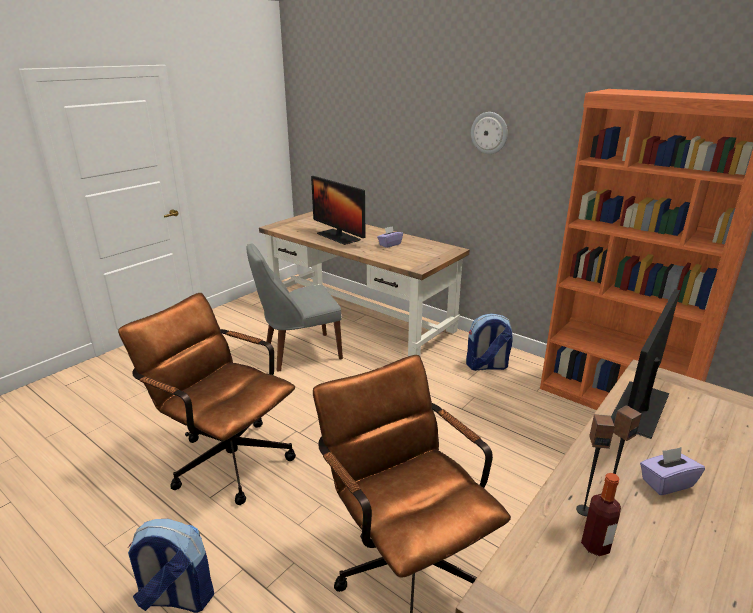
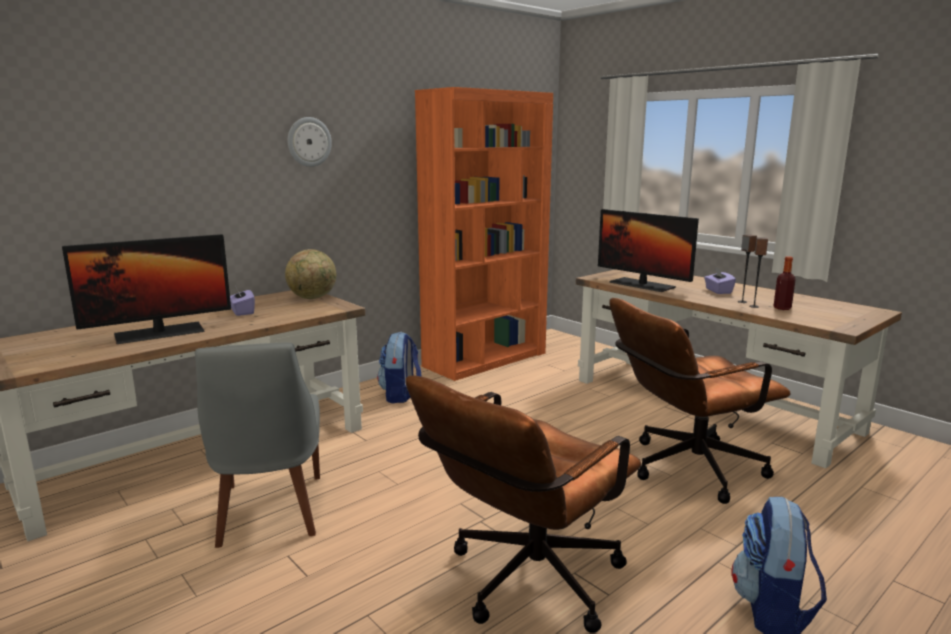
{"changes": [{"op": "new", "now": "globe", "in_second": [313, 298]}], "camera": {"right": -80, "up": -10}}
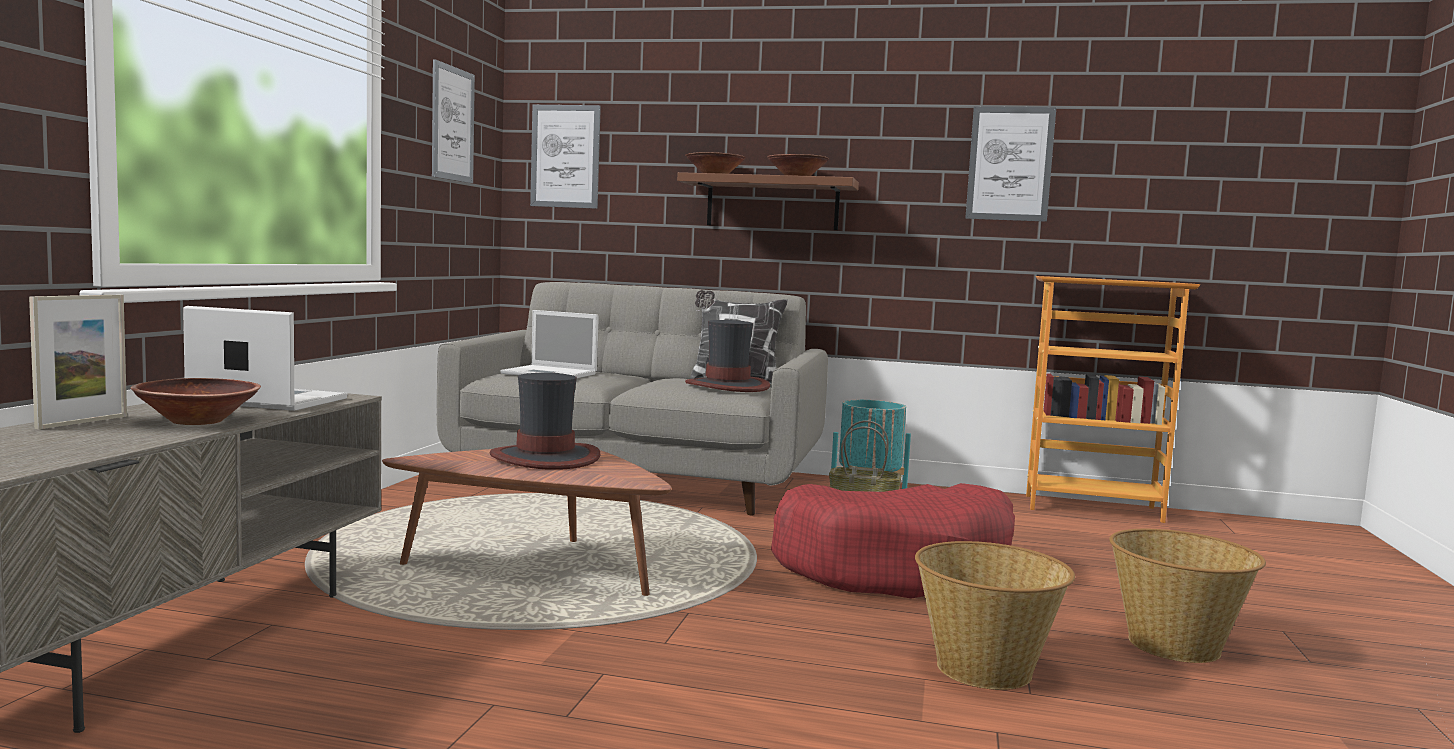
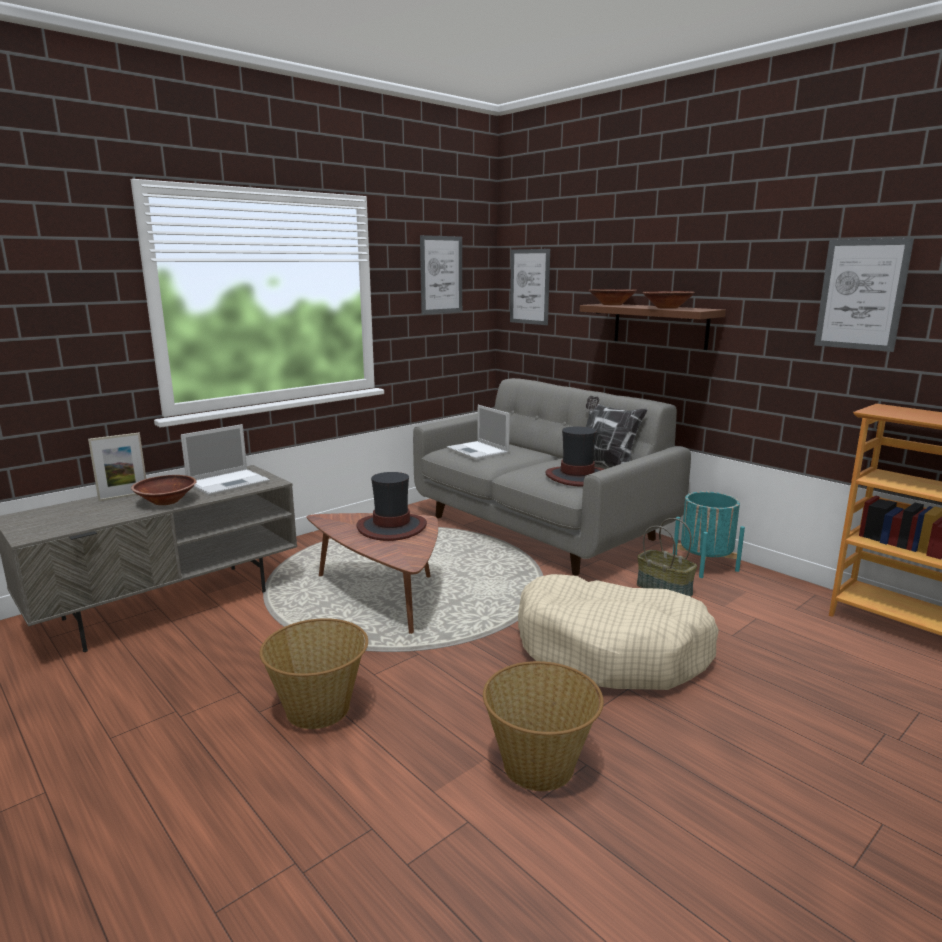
{"changes": [{"op": "rotated", "was": "portable computer", "in_first": [265, 400], "in_second": [229, 482], "clockwise": 90}, {"op": "shifted", "was": "basket", "in_first": [1175, 645], "in_second": [319, 709]}, {"op": "repainted", "was": "red dog bed", "now": "beige-coloured dog bed", "in_first": [896, 568], "in_second": [611, 651]}], "camera": {"right": 35, "up": 10}}
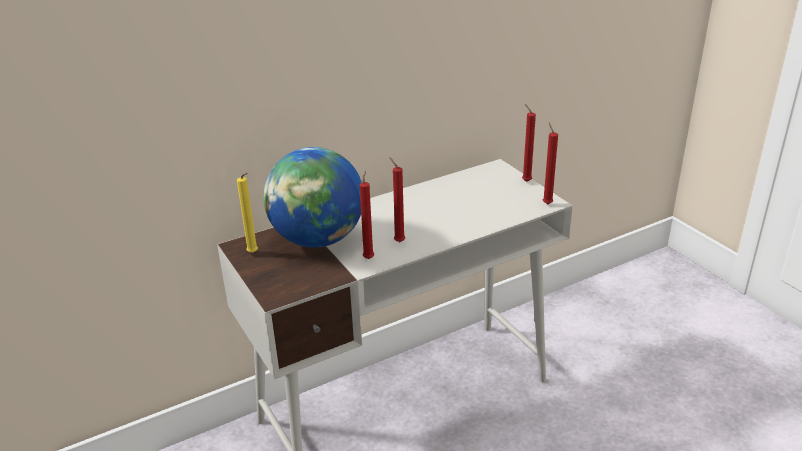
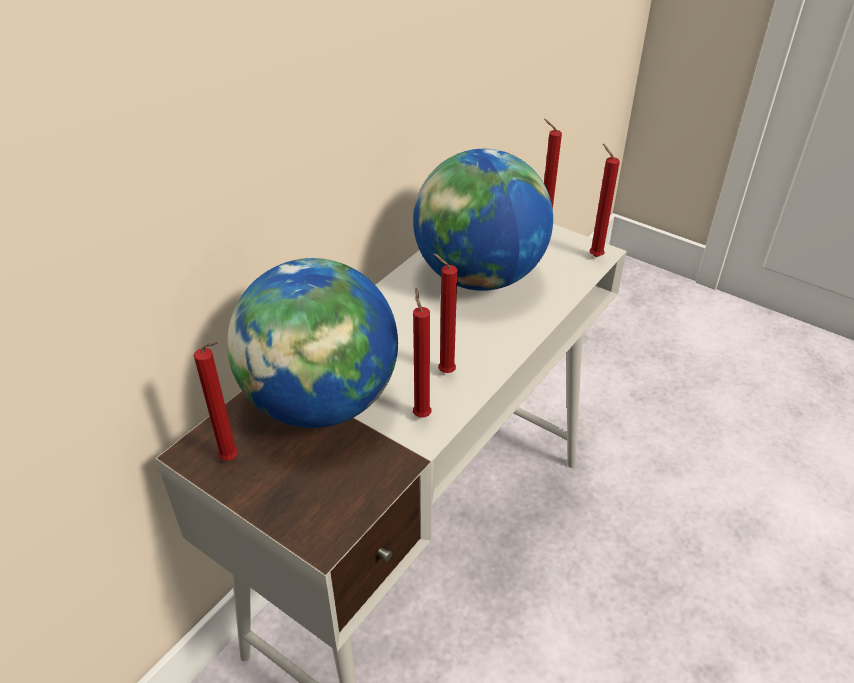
{"changes": [{"op": "repainted", "was": "yellow-coloured wax light", "now": "red wax light", "in_first": [254, 253], "in_second": [232, 459]}, {"op": "new", "now": "globe", "in_second": [479, 277]}], "camera": {"right": -25, "up": 10}}
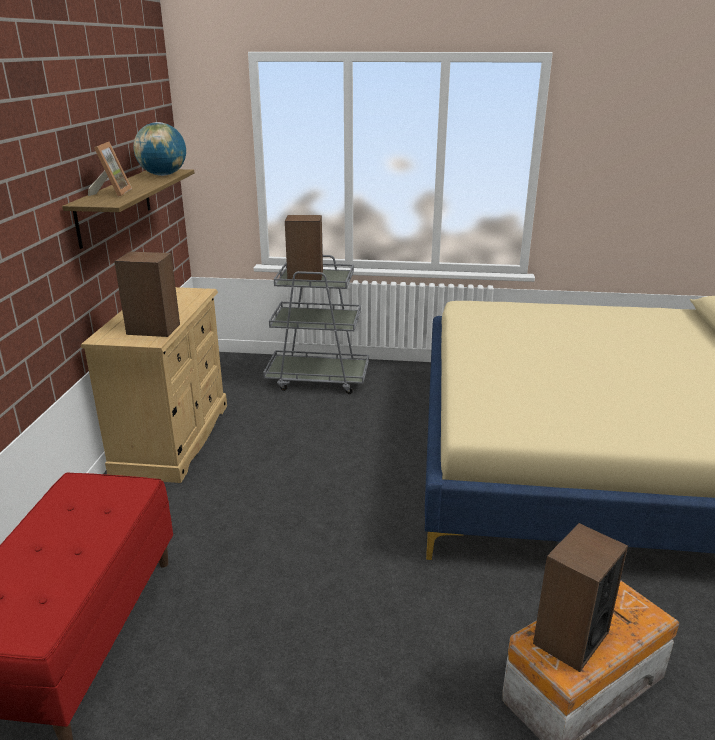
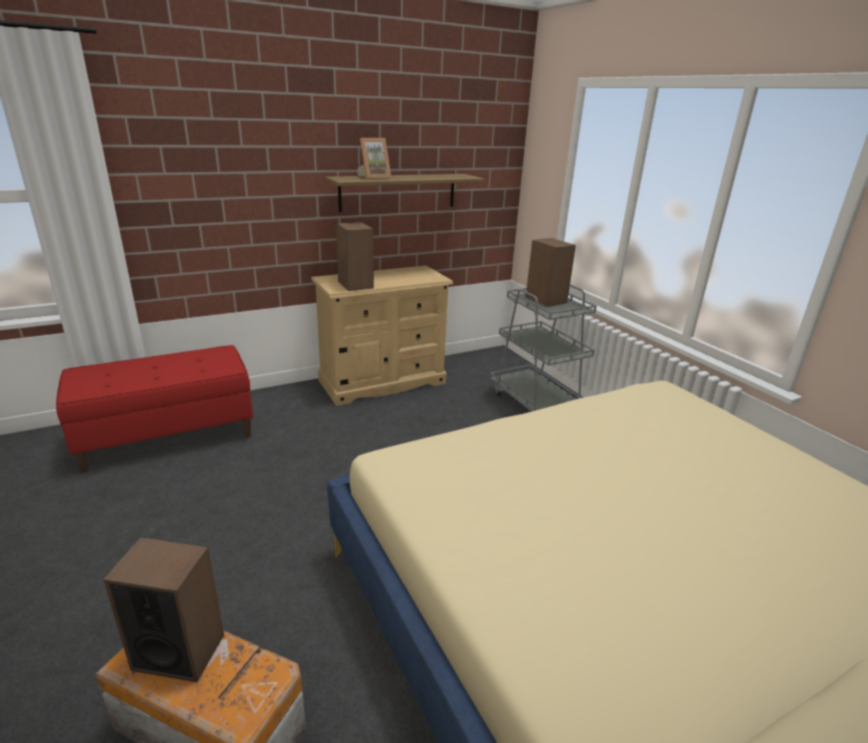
{"changes": [{"op": "gone", "was": "globe", "in_first": [163, 175]}], "camera": {"right": 55, "up": 0}}
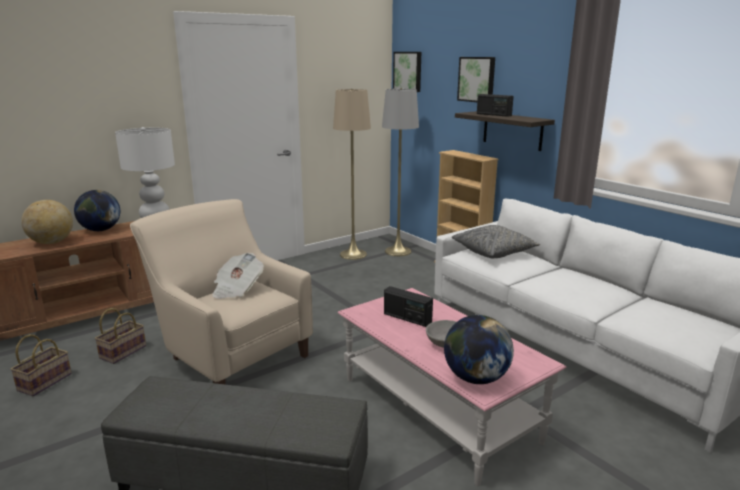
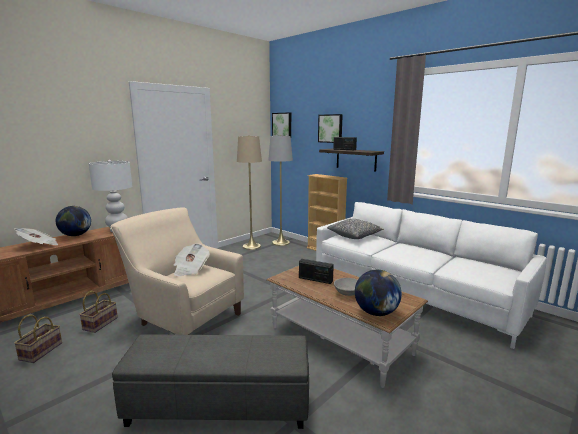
{"changes": [{"op": "swapped", "was": "globe", "now": "printed paper", "in_first": [52, 242], "in_second": [39, 245]}, {"op": "repainted", "was": "pink low table", "now": "brownish low table", "in_first": [437, 409], "in_second": [339, 340]}], "camera": {"right": -10, "up": -5}}
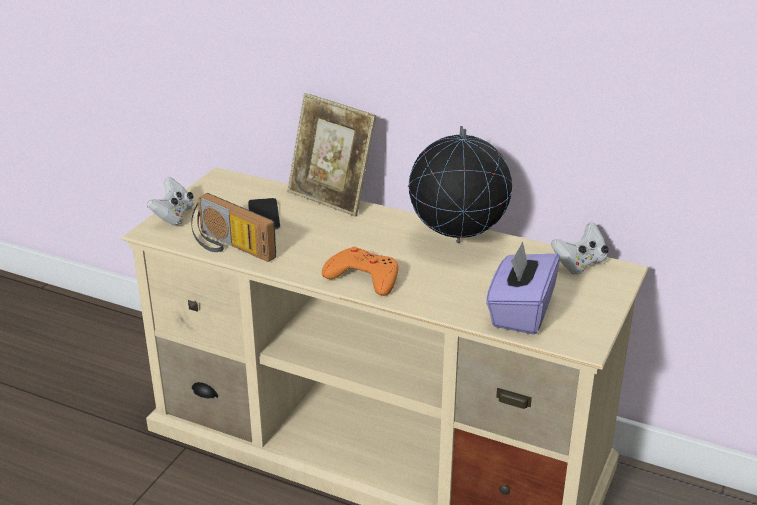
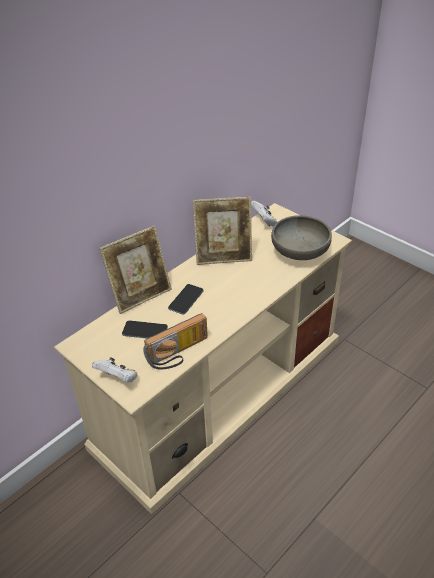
{"changes": [{"op": "new", "now": "handset", "in_second": [186, 299]}, {"op": "swapped", "was": "globe", "now": "standing frame", "in_first": [457, 243], "in_second": [223, 256]}, {"op": "swapped", "was": "purple box of tissues", "now": "grey bowl", "in_first": [520, 312], "in_second": [300, 251]}, {"op": "gone", "was": "orange joypad", "in_first": [363, 277]}], "camera": {"right": -70, "up": 10}}
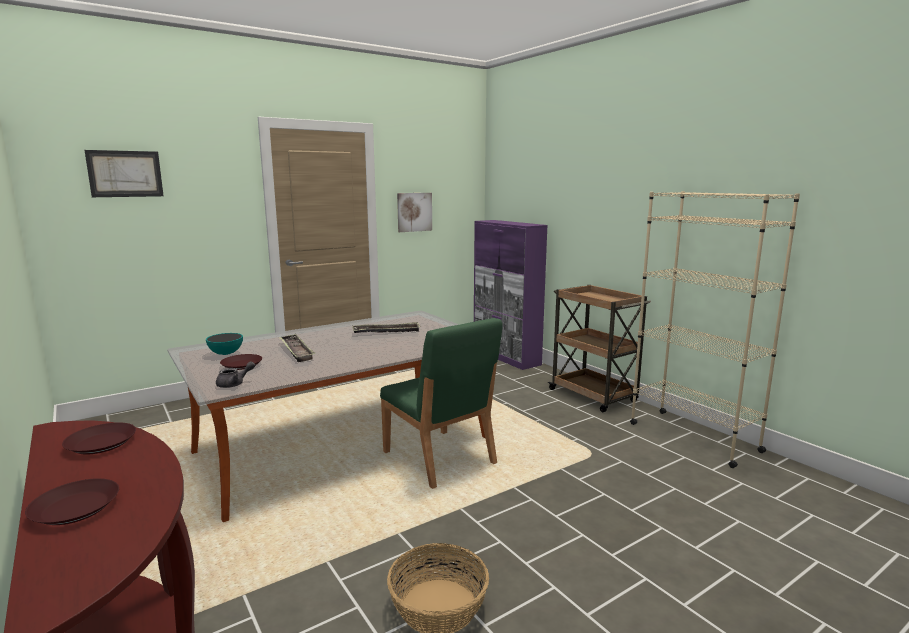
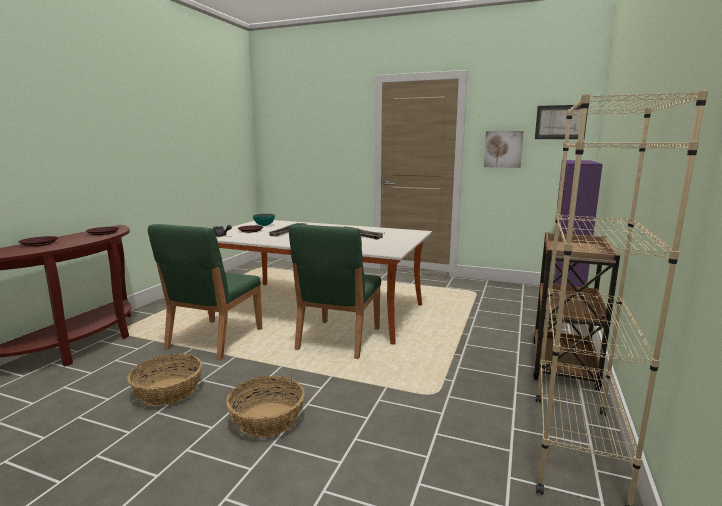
{"changes": [{"op": "new", "now": "greenish plain chair", "in_second": [214, 339]}, {"op": "new", "now": "basket", "in_second": [268, 419]}, {"op": "shifted", "was": "picture", "in_first": [125, 174], "in_second": [560, 122]}], "camera": {"right": 55, "up": 0}}
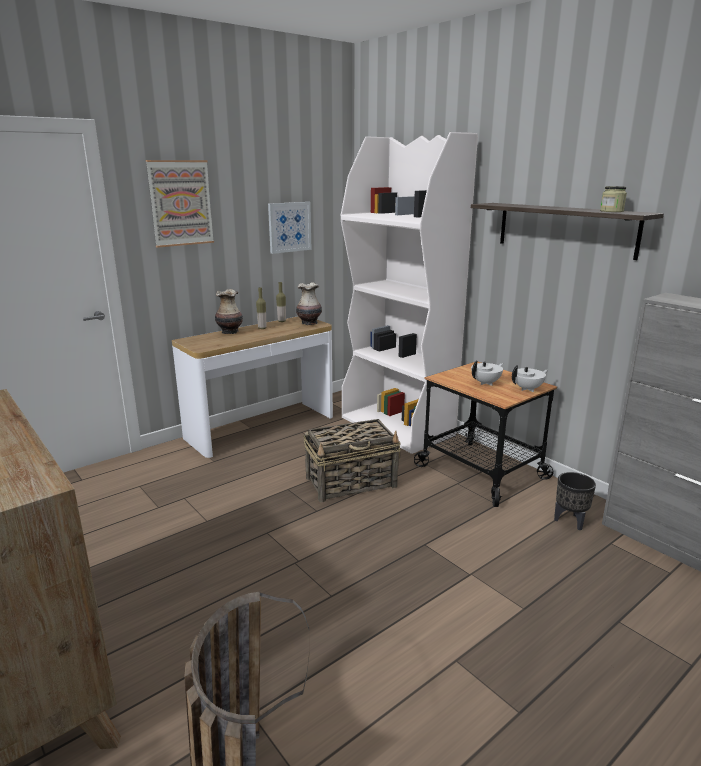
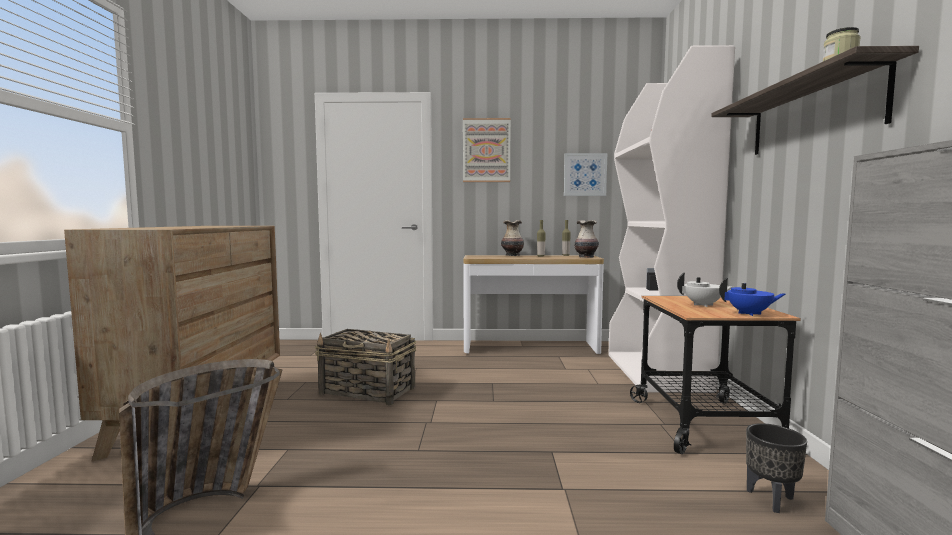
{"changes": [{"op": "shifted", "was": "basket", "in_first": [352, 482], "in_second": [368, 391]}, {"op": "repainted", "was": "white-coloured tea pot", "now": "bluish tea pot", "in_first": [528, 389], "in_second": [750, 314]}], "camera": {"right": 40, "up": -15}}
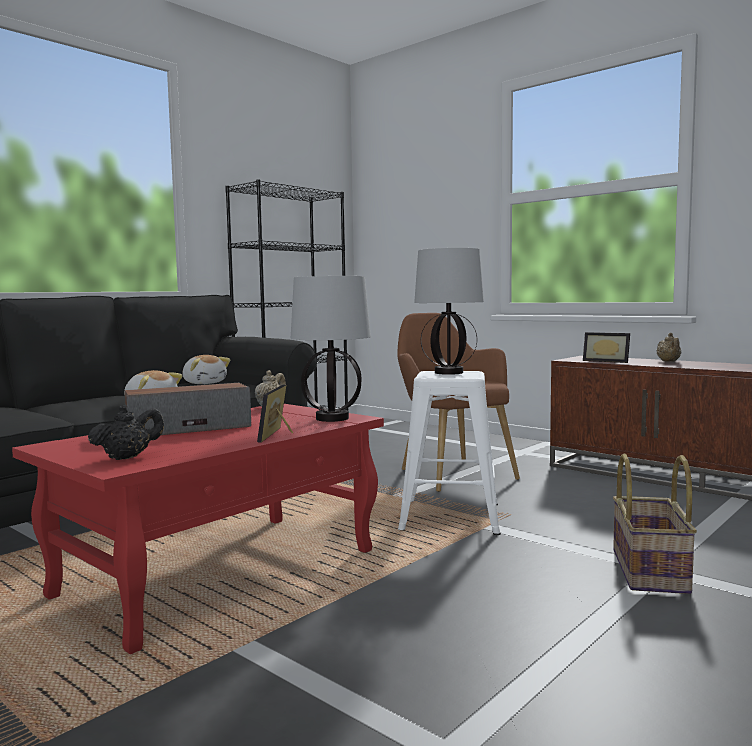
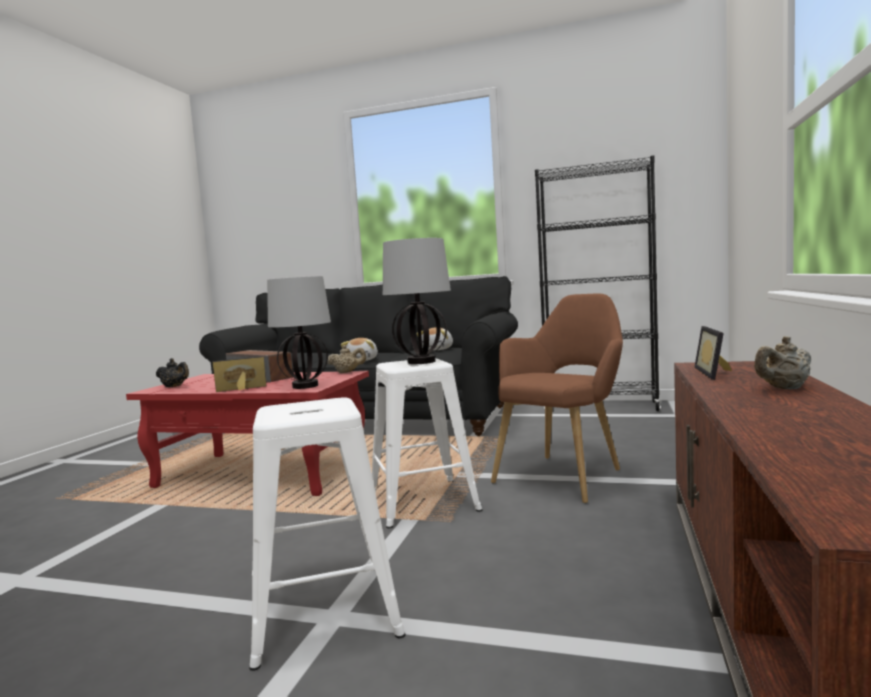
{"changes": [{"op": "swapped", "was": "basket", "now": "white-coloured sitting stool", "in_first": [651, 571], "in_second": [323, 613]}], "camera": {"right": 65, "up": 0}}
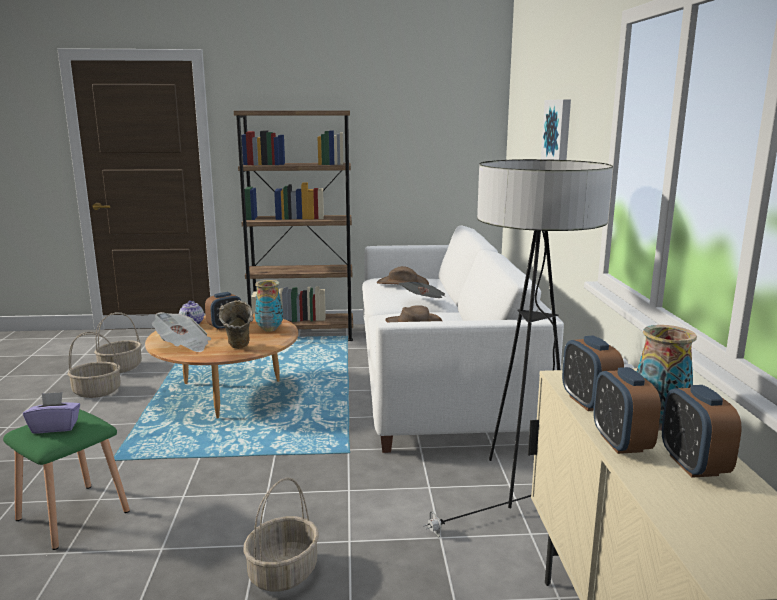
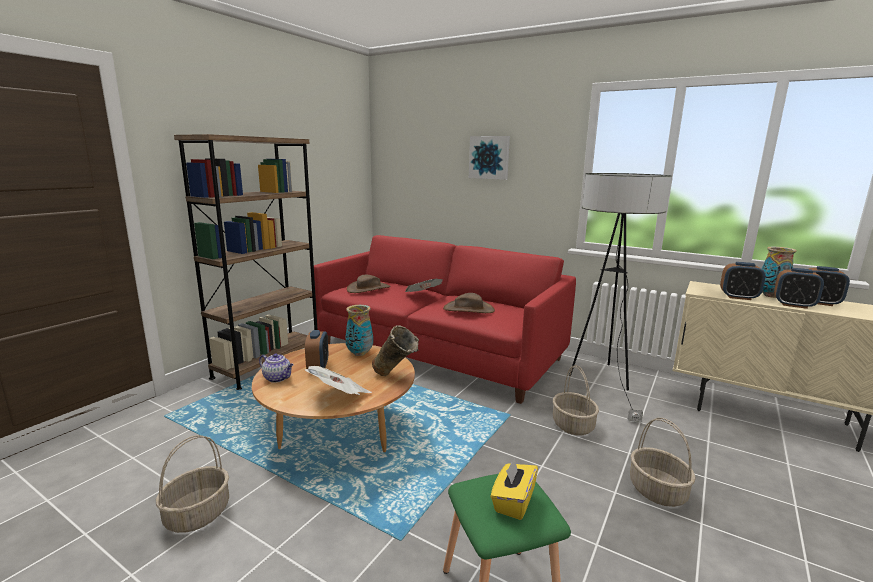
{"changes": [{"op": "repainted", "was": "white-coloured couch", "now": "red couch", "in_first": [440, 380], "in_second": [438, 351]}, {"op": "repainted", "was": "purple box of tissues", "now": "yellow-coloured box of tissues", "in_first": [55, 427], "in_second": [513, 502]}, {"op": "shifted", "was": "basket", "in_first": [120, 368], "in_second": [573, 426]}], "camera": {"right": -55, "up": 0}}
